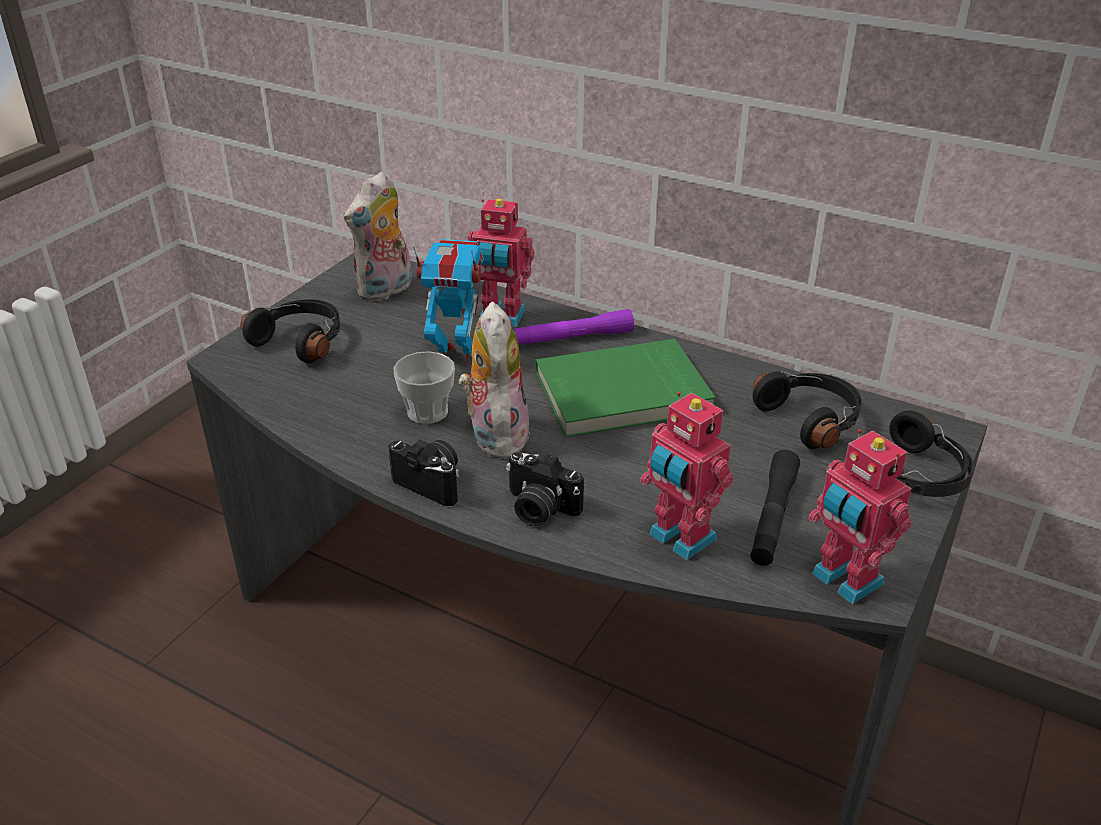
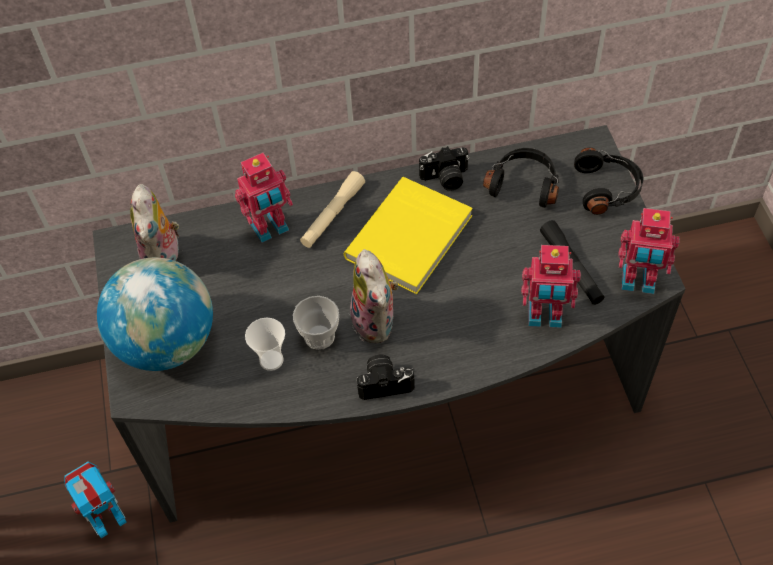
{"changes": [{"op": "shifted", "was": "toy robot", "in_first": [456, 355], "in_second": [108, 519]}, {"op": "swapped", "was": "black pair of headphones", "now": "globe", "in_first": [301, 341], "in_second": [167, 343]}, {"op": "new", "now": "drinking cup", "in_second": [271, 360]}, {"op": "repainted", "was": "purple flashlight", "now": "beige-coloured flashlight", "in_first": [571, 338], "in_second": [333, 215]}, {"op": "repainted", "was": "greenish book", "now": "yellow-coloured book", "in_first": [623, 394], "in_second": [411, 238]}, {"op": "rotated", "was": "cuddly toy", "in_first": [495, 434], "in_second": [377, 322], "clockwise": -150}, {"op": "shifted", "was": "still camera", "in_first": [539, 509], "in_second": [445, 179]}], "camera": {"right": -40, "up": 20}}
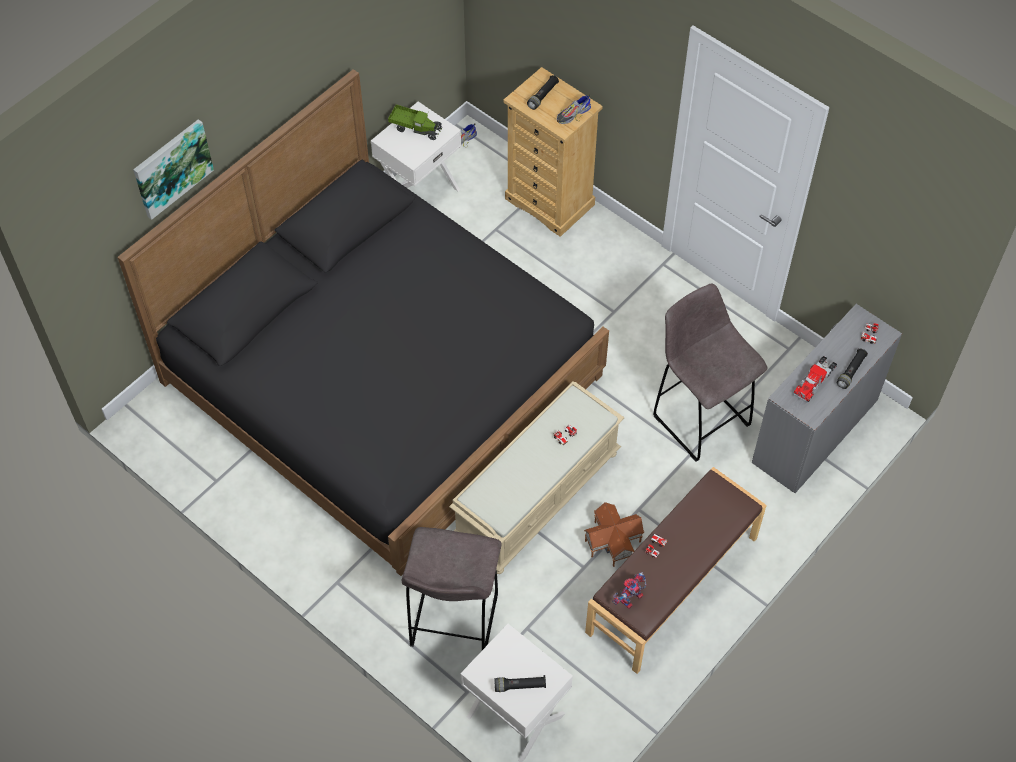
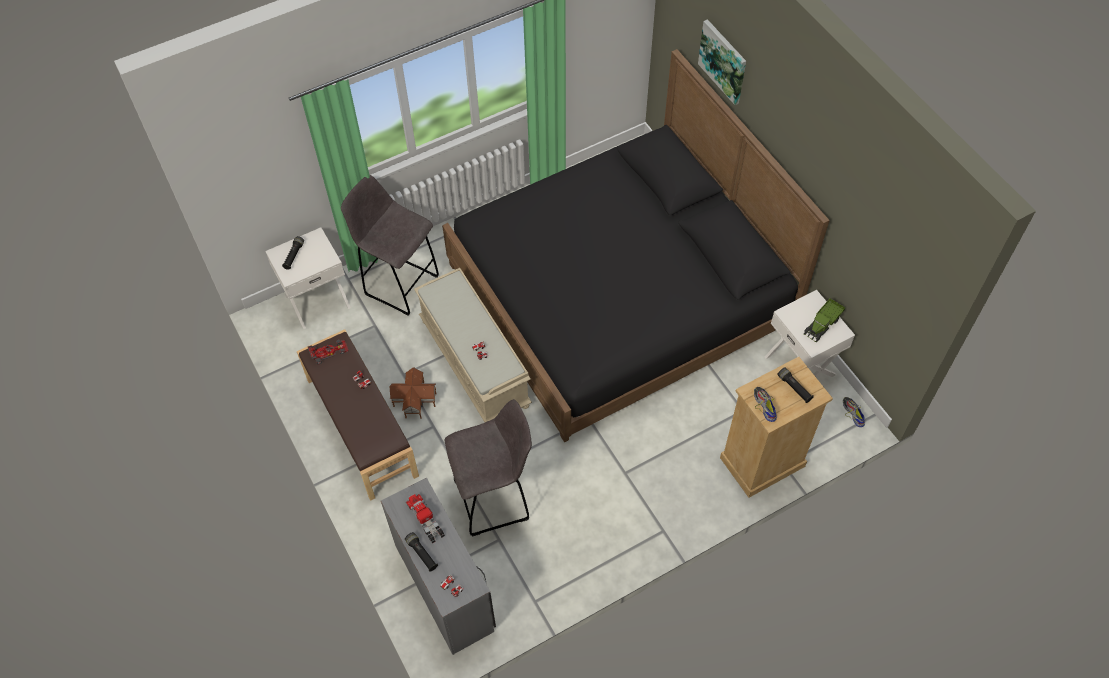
{"changes": [{"op": "swapped", "was": "toy robot", "now": "toy car", "in_first": [631, 601], "in_second": [329, 352]}], "camera": {"right": 110, "up": 0}}
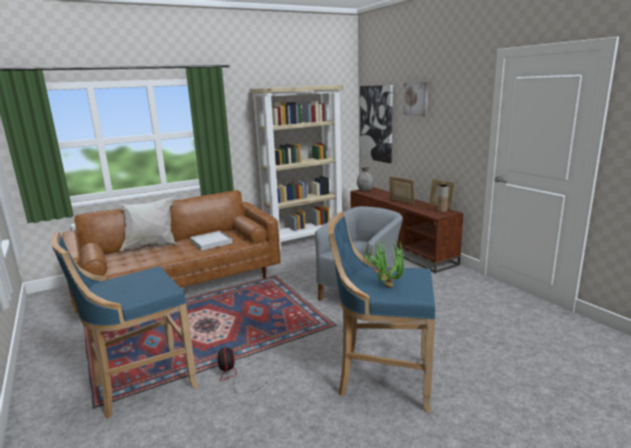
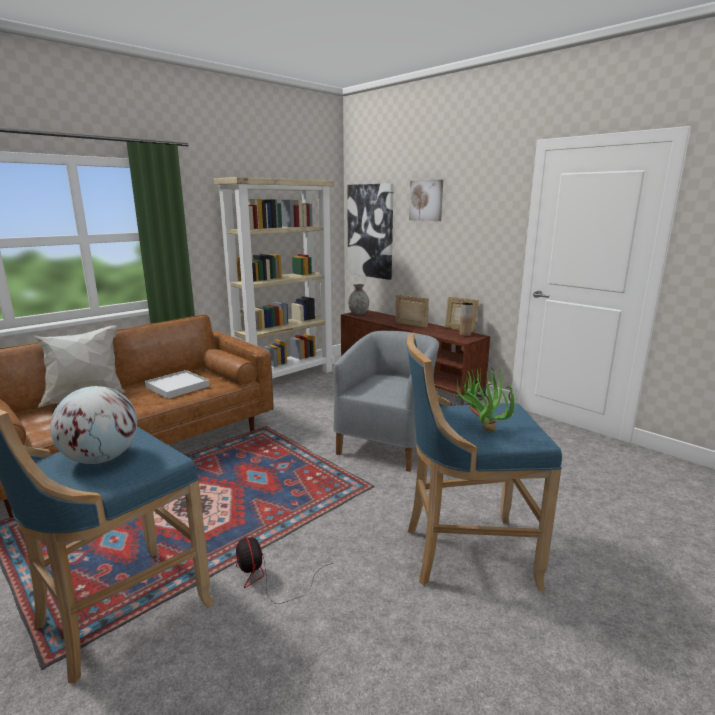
{"changes": [{"op": "new", "now": "globe", "in_second": [101, 459]}], "camera": {"right": -15, "up": 0}}
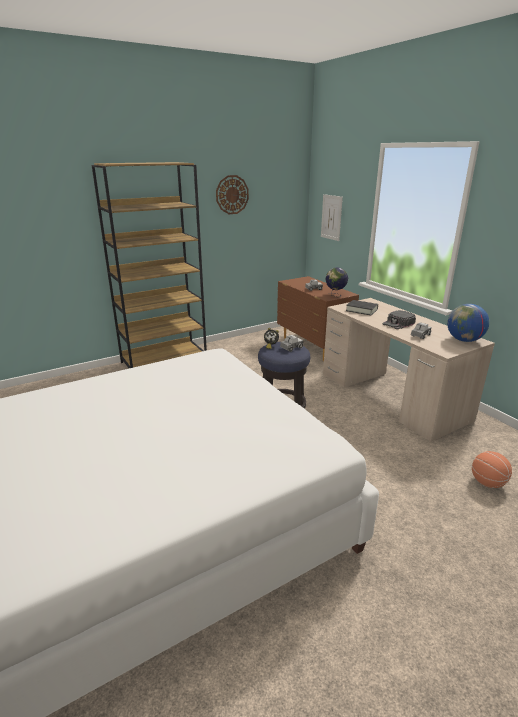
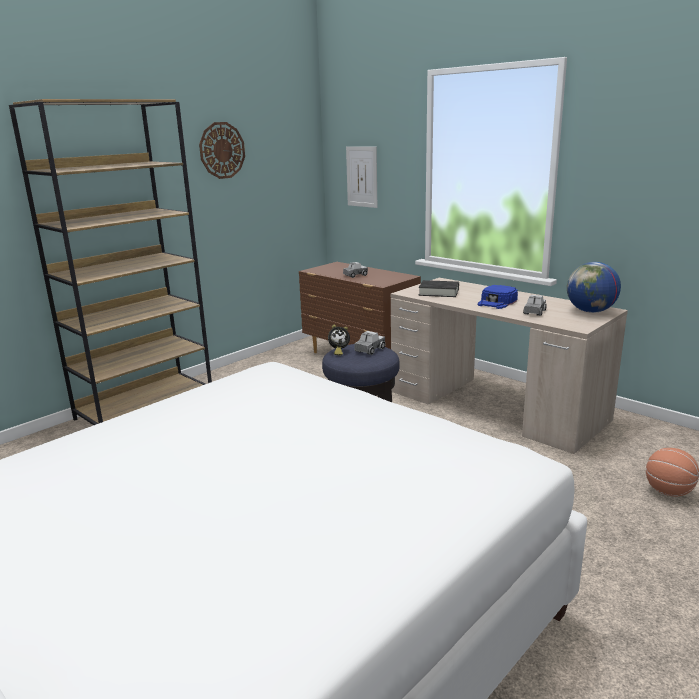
{"changes": [{"op": "repainted", "was": "black baseball cap", "now": "bluish baseball cap", "in_first": [398, 323], "in_second": [497, 302]}, {"op": "gone", "was": "globe", "in_first": [335, 295]}], "camera": {"right": -15, "up": -5}}
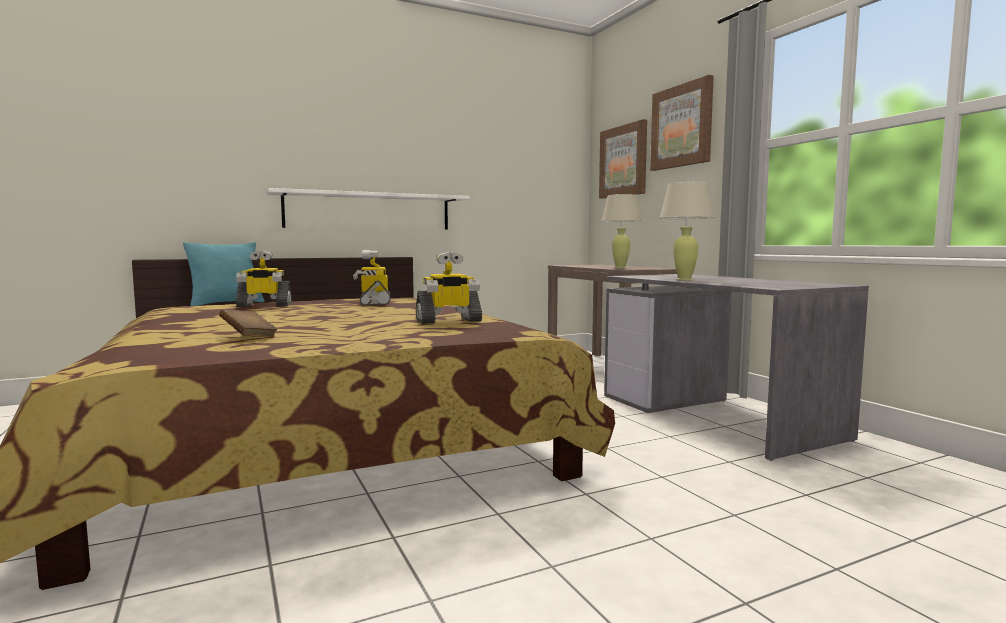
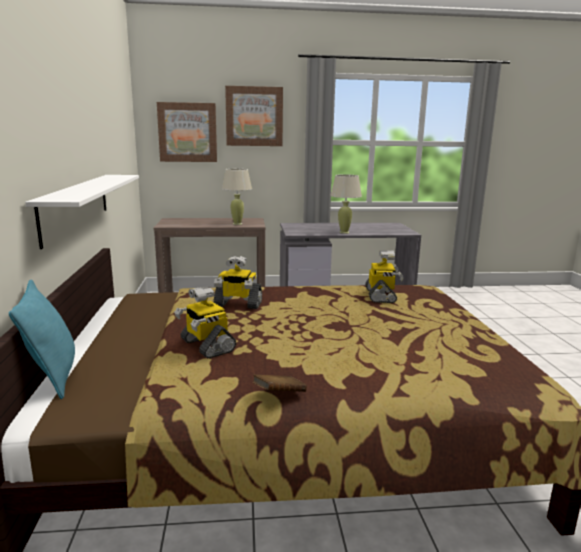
{"changes": [{"op": "rotated", "was": "toy robot", "in_first": [264, 305], "in_second": [206, 345], "clockwise": 135}, {"op": "shifted", "was": "brownish book", "in_first": [249, 337], "in_second": [279, 394]}], "camera": {"right": -70, "up": 10}}
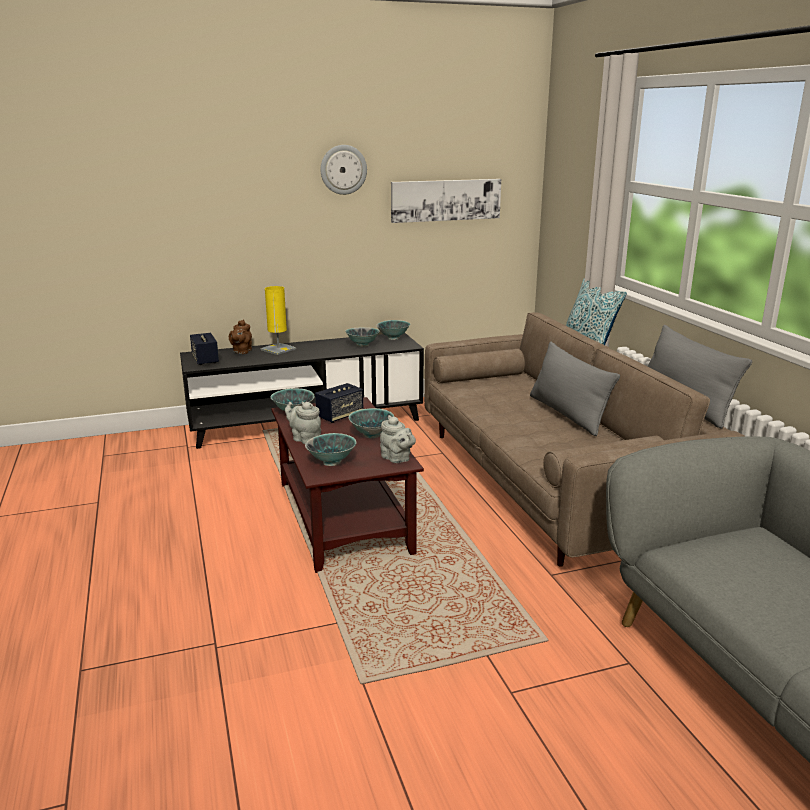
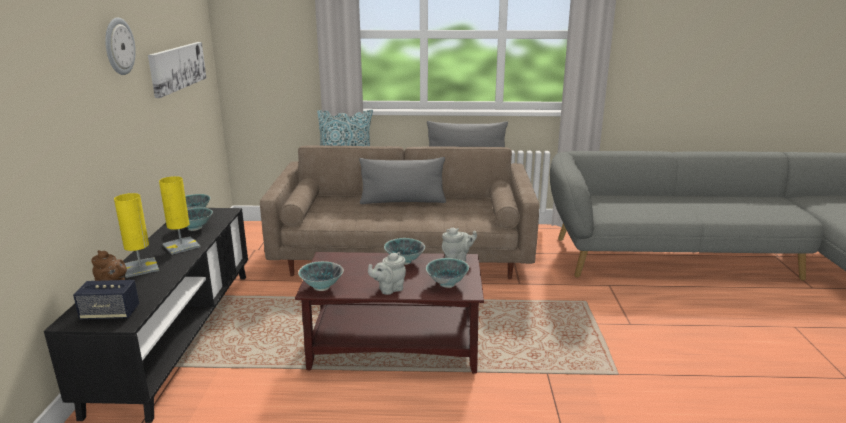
{"changes": [{"op": "new", "now": "yellow-coloured table lamp", "in_second": [181, 246]}, {"op": "gone", "was": "audio speaker", "in_first": [340, 416]}], "camera": {"right": -70, "up": 0}}
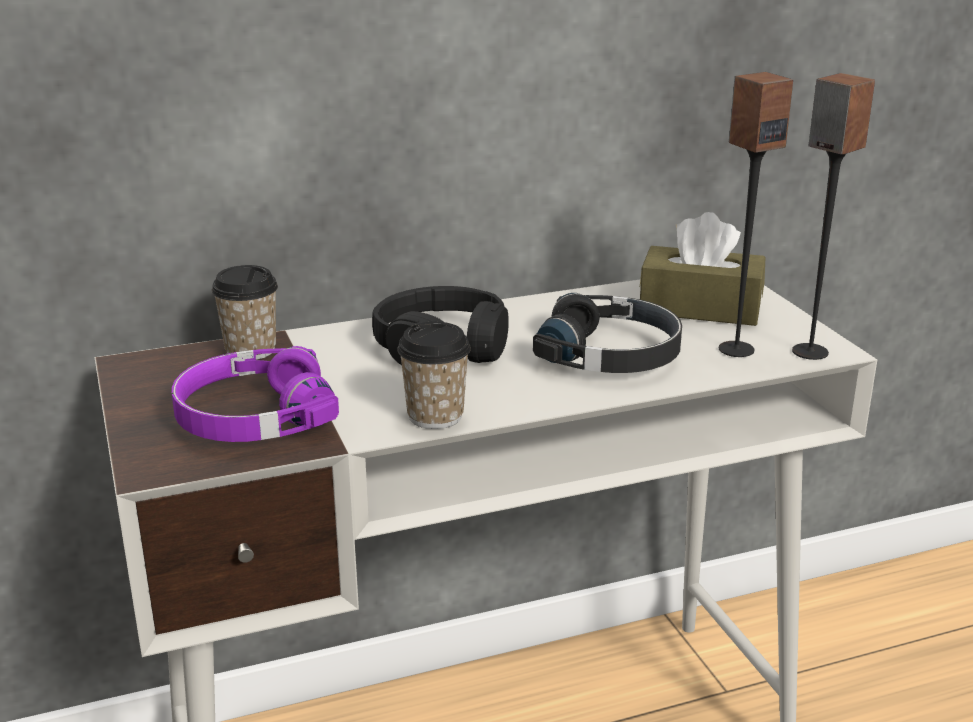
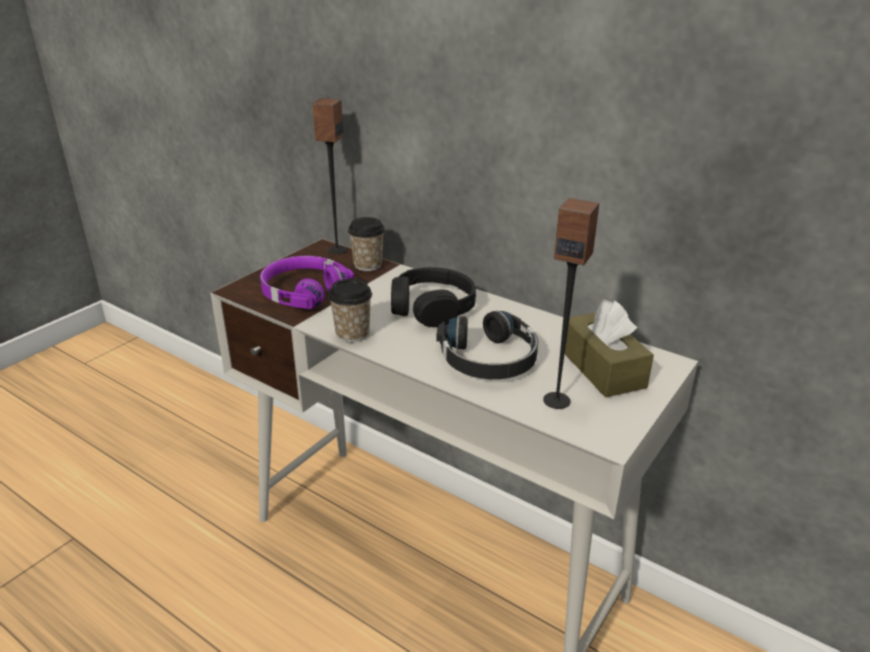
{"changes": [{"op": "shifted", "was": "audio speaker", "in_first": [809, 352], "in_second": [336, 250]}], "camera": {"right": 55, "up": 5}}
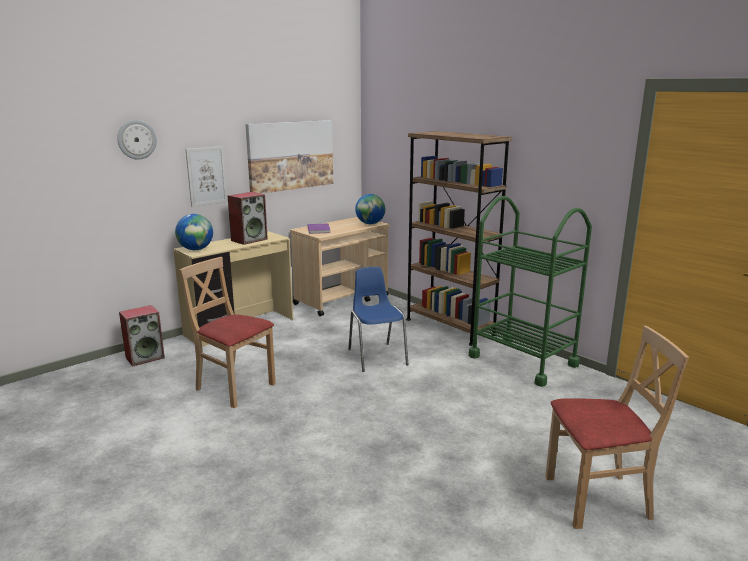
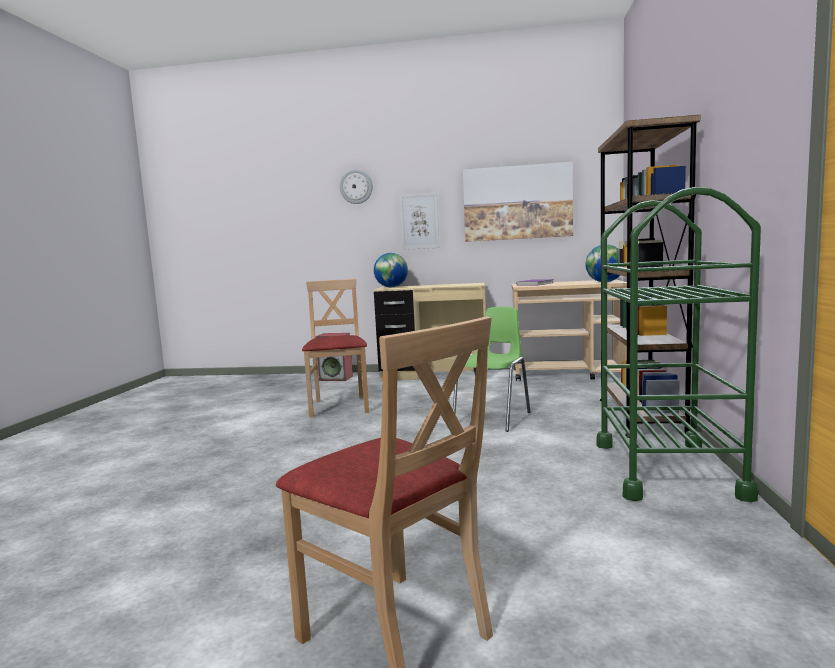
{"changes": [{"op": "repainted", "was": "bluish plain chair", "now": "greenish plain chair", "in_first": [376, 357], "in_second": [493, 418]}, {"op": "gone", "was": "audio speaker", "in_first": [249, 240]}], "camera": {"right": 50, "up": -10}}
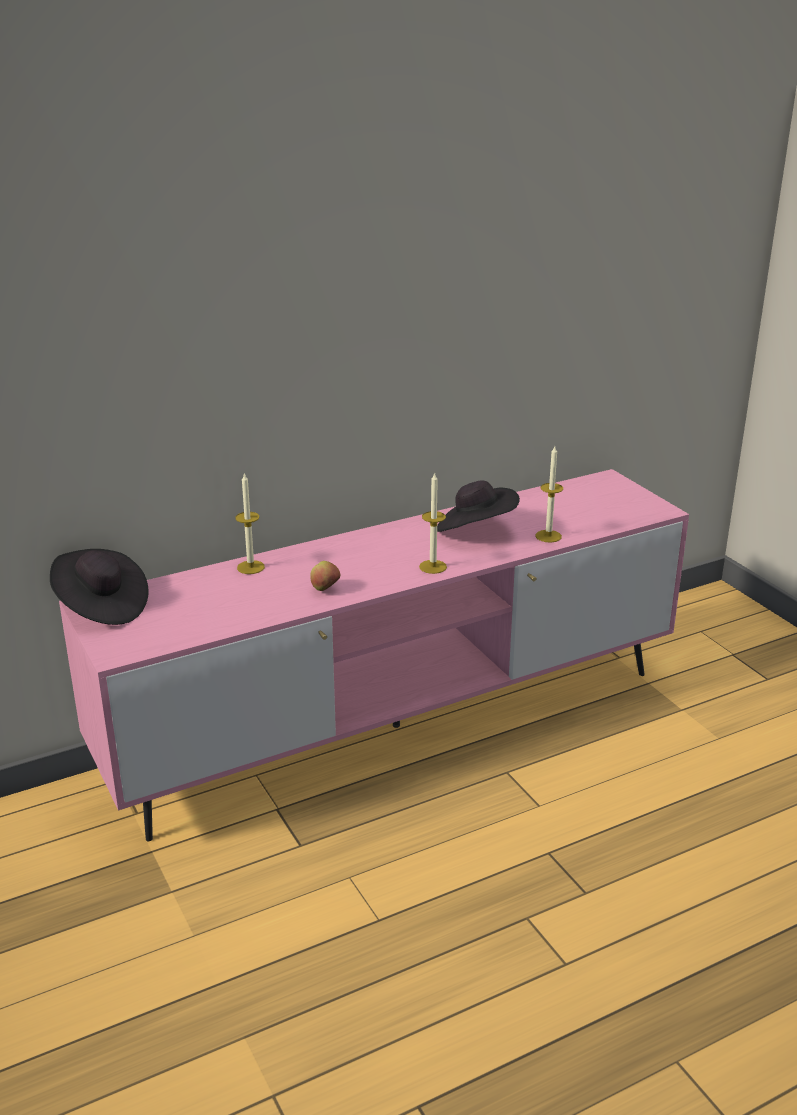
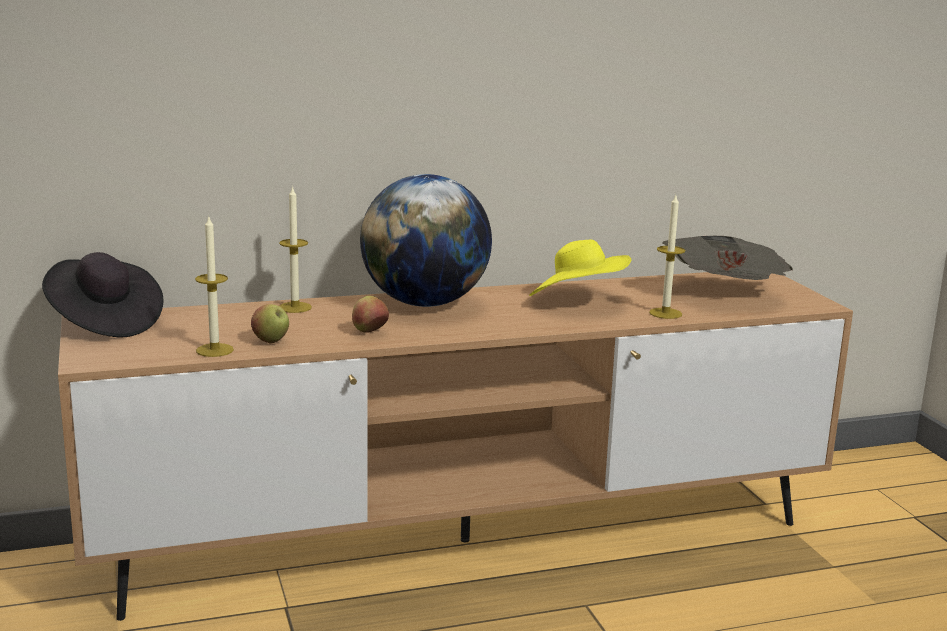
{"changes": [{"op": "repainted", "was": "pink tv unit", "now": "brownish tv unit", "in_first": [397, 726], "in_second": [465, 541]}, {"op": "shifted", "was": "wax light", "in_first": [433, 567], "in_second": [214, 350]}, {"op": "new", "now": "whole apple", "in_second": [271, 341]}, {"op": "new", "now": "globe", "in_second": [425, 303]}, {"op": "repainted", "was": "black hat", "now": "yellow-coloured hat", "in_first": [475, 530], "in_second": [578, 301]}, {"op": "new", "now": "printed paper", "in_second": [726, 293]}], "camera": {"right": 10, "up": -10}}
